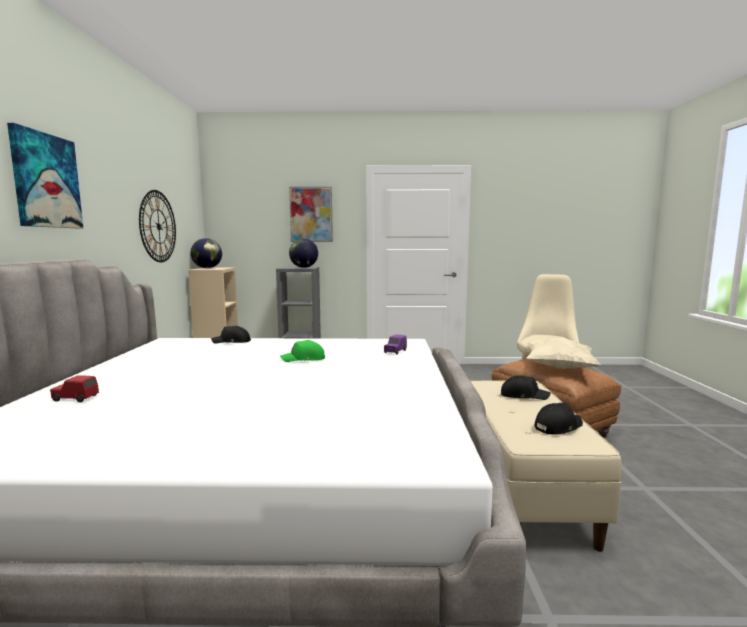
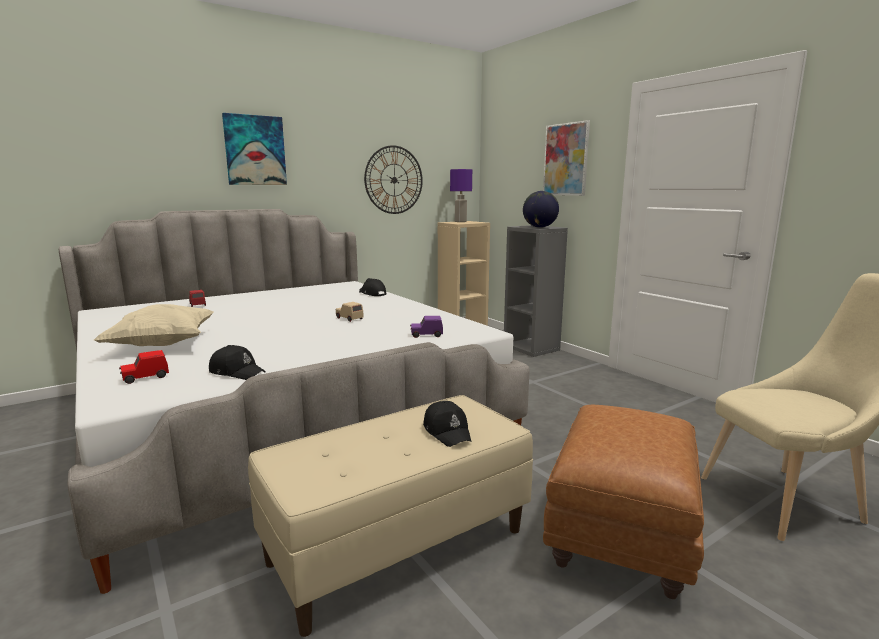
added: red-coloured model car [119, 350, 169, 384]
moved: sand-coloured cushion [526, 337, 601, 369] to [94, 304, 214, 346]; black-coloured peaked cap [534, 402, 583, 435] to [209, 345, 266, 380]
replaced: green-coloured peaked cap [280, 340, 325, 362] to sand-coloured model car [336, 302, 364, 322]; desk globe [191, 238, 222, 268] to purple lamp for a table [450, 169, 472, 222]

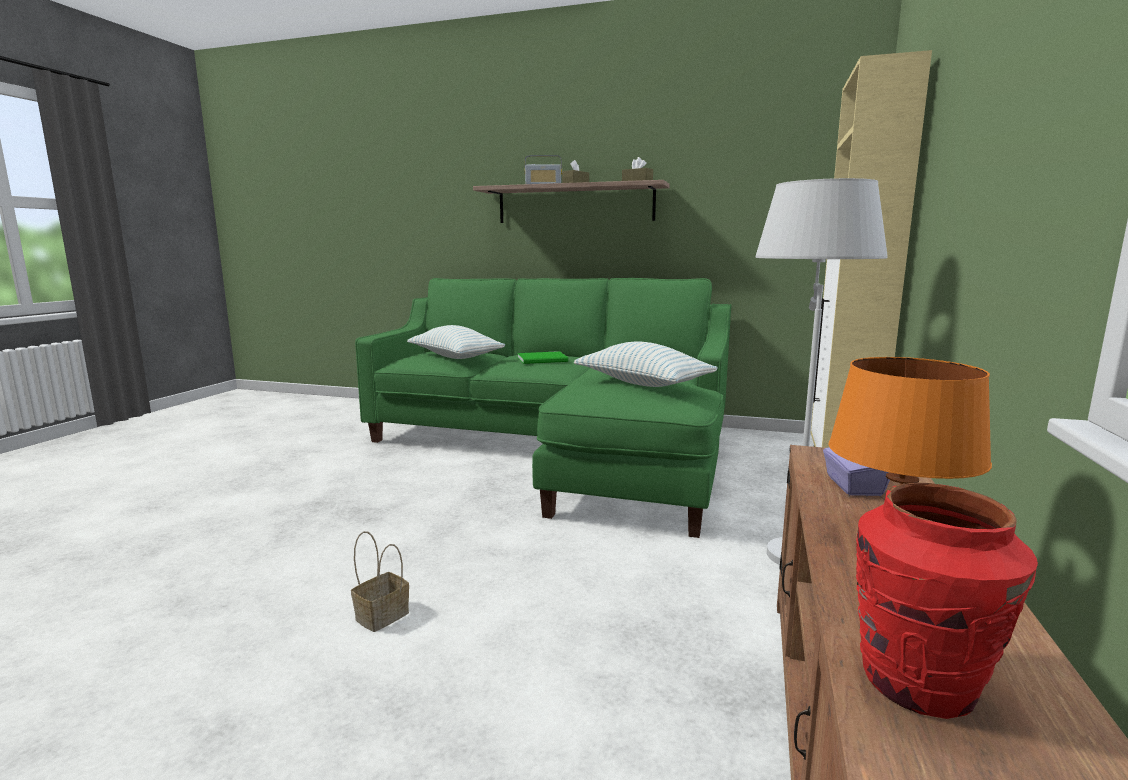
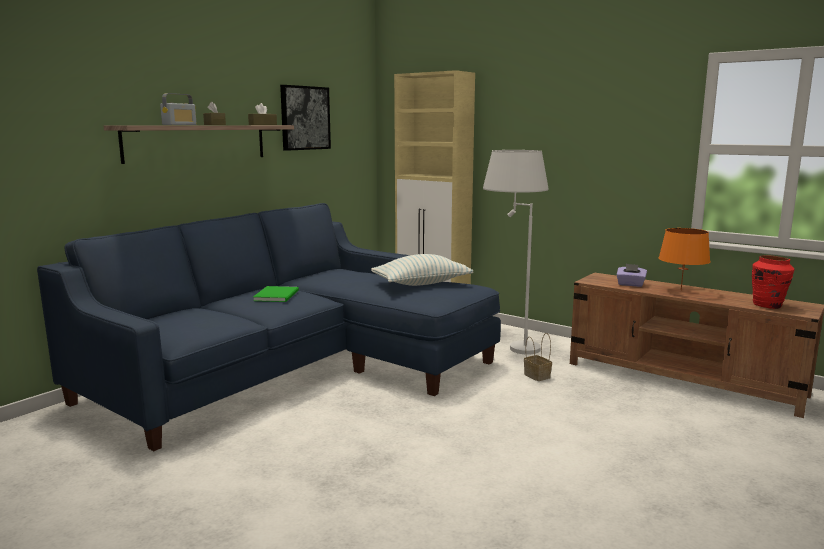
removed: cushion [407, 325, 505, 359]
added: wall art [280, 85, 331, 151]
moved: household basket [351, 531, 409, 632] to [524, 333, 552, 381]
recoloured: green-coloured sofa [355, 278, 732, 538] to blue-coloured sofa [37, 203, 501, 451]

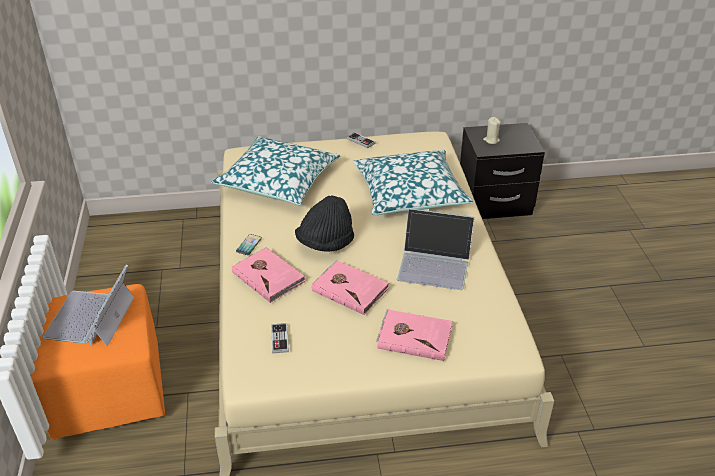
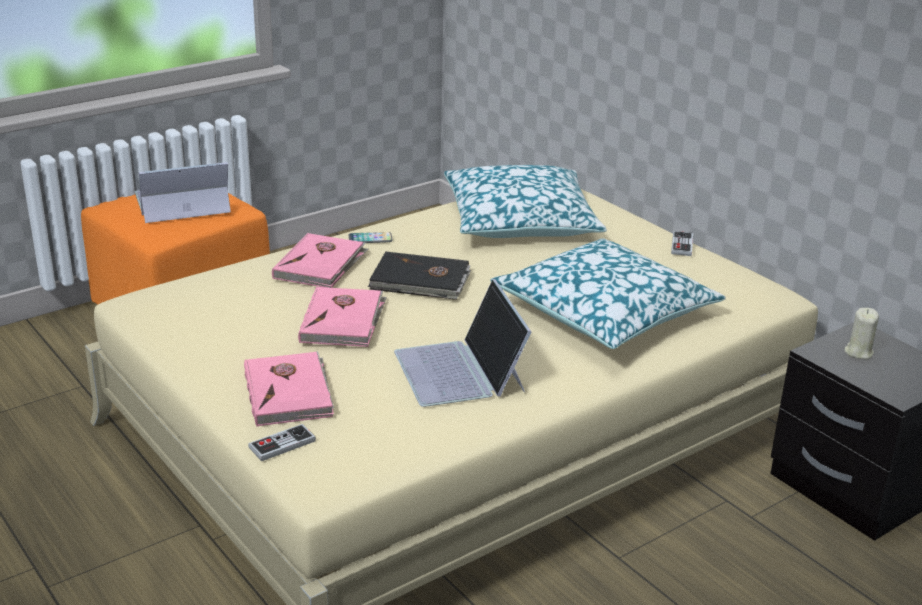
moved: game controller [271, 323, 289, 353] to [248, 424, 316, 461]
replaced: black-coloured wearable hat [295, 195, 354, 252] to black-coloured book [368, 252, 471, 300]

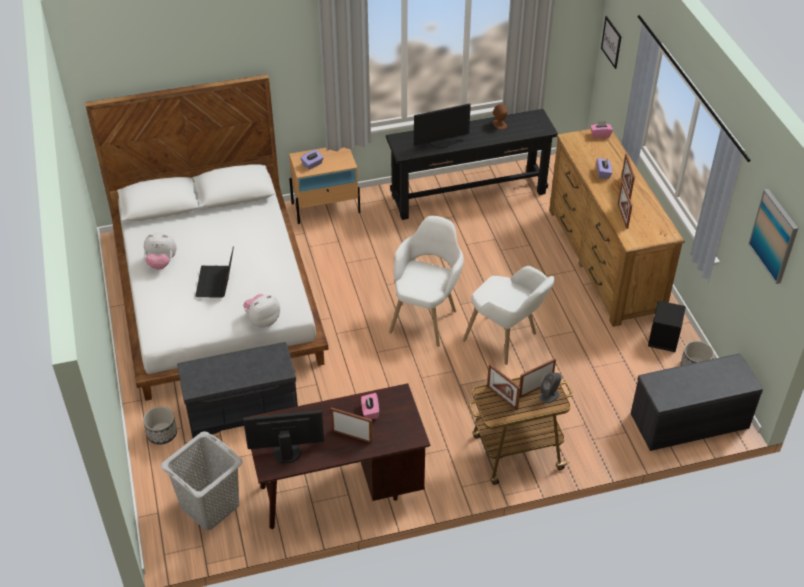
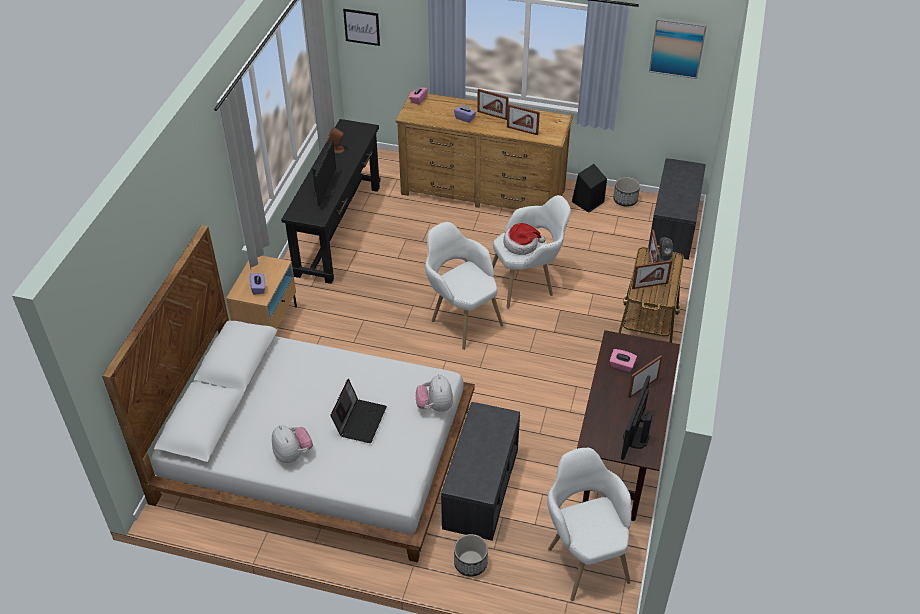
added: wearable hat [503, 223, 546, 255]
replaced: greyish laundry basket [161, 431, 243, 530] to white lounge chair [547, 448, 632, 601]
turned: soft toy [144, 233, 176, 270] = [272, 425, 313, 463] 60 degrees counterclockwise; portable computer [195, 247, 234, 297] = [330, 379, 387, 443] 105 degrees counterclockwise

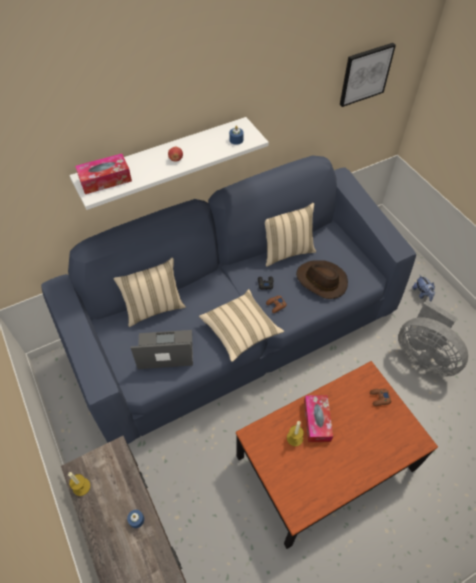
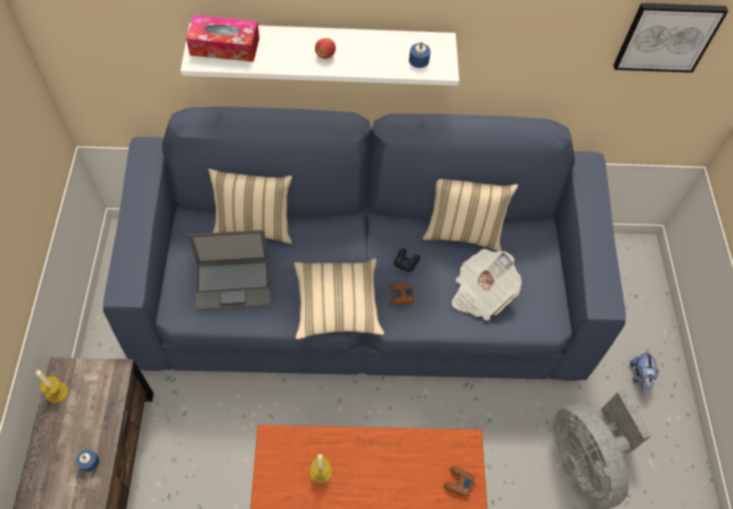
removed: tissue holder [304, 395, 333, 442]
replaced: brownish wearable hat [296, 260, 348, 299] to daily paper [452, 249, 522, 321]
turned: portable computer [130, 330, 193, 369] = [188, 230, 270, 311] 150 degrees clockwise

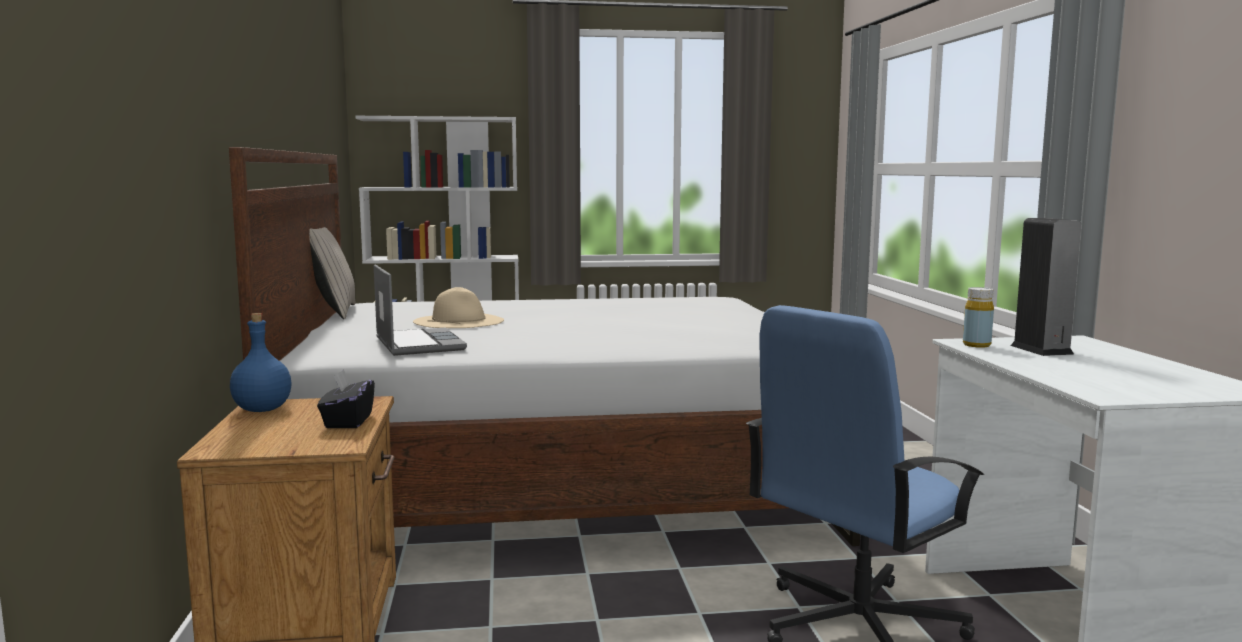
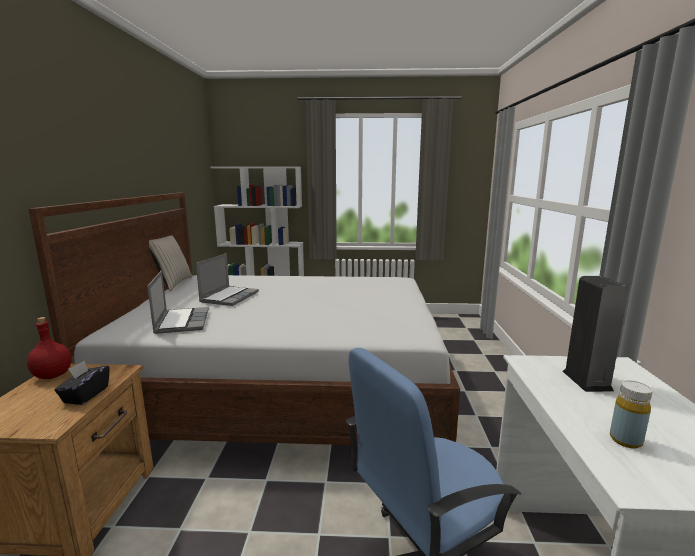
moved: yellow-coloured beverage bottle [963, 287, 994, 348] to [610, 380, 653, 449]
replaced: sand-coloured wearable hat [413, 287, 504, 328] to portable computer [196, 253, 259, 306]
recoloured: blue-coloured beverage bottle [230, 313, 291, 412] to red-coloured beverage bottle [27, 317, 72, 379]

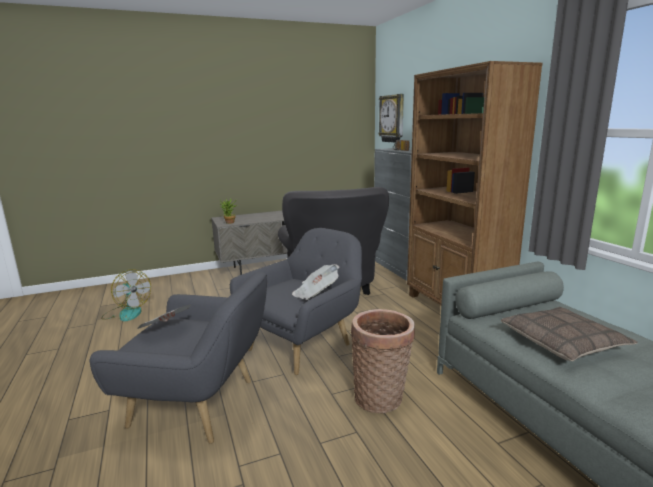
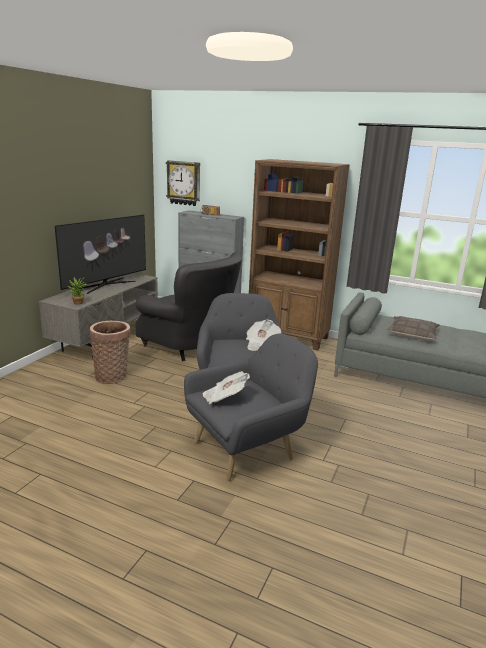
removed: fan [101, 269, 151, 321]
added: TV set [55, 215, 146, 294]
moved: household basket [351, 309, 415, 413] to [89, 321, 131, 384]

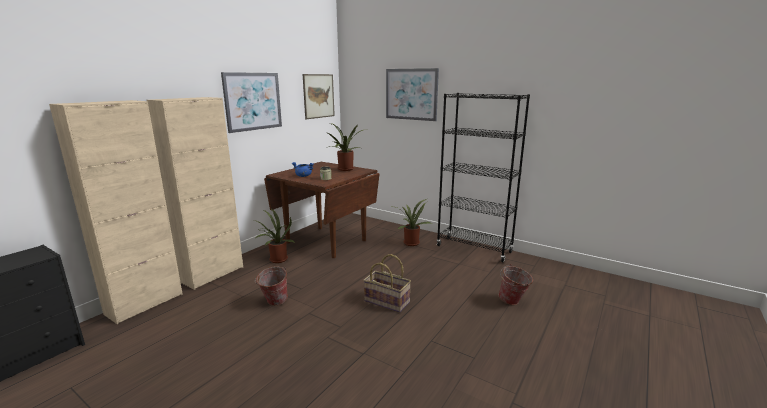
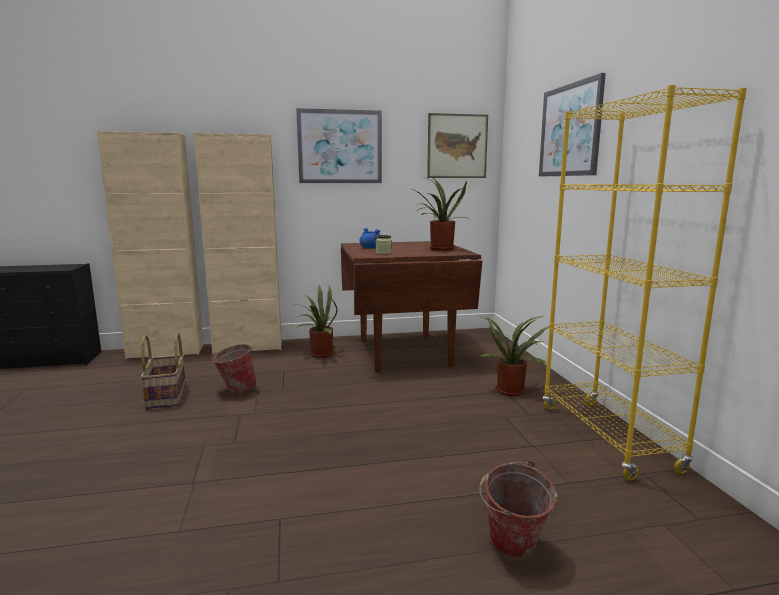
moved: household basket [363, 254, 411, 313] to [140, 333, 186, 409]
recoloured: black-coloured bookshelf [437, 93, 530, 262] to yellow-coloured bookshelf [543, 85, 747, 481]

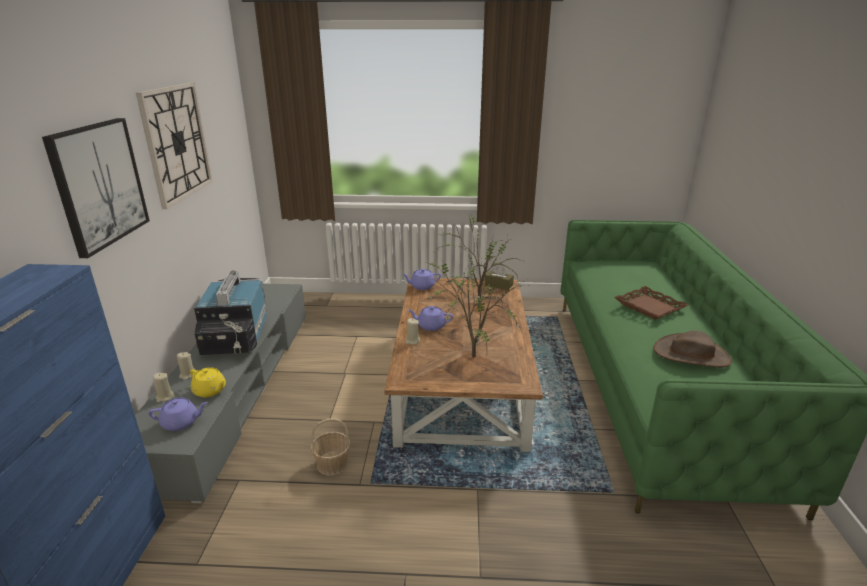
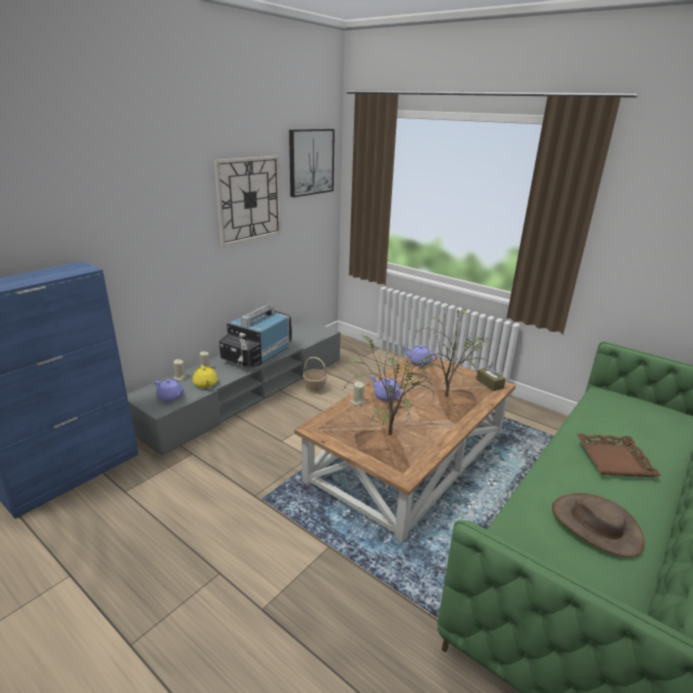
moved: wall art [42, 118, 150, 258] to [289, 129, 335, 197]; household basket [311, 418, 351, 476] to [303, 357, 327, 394]

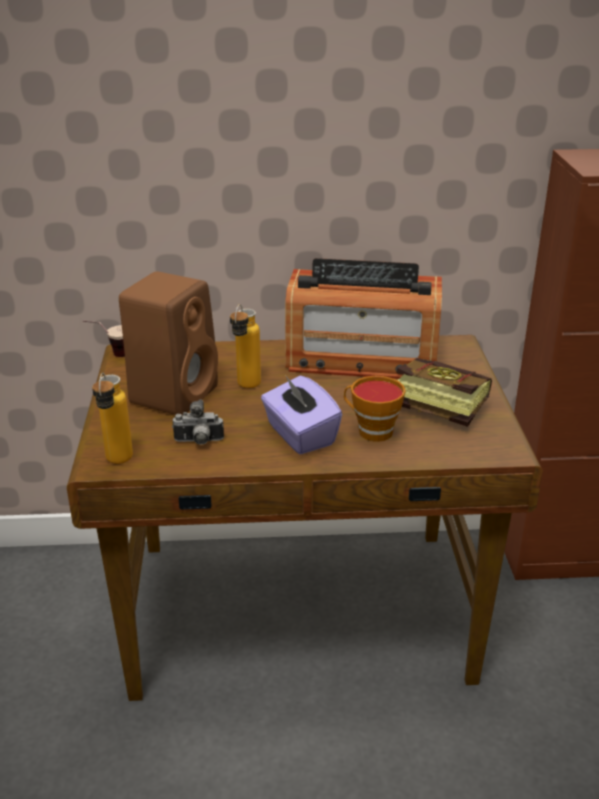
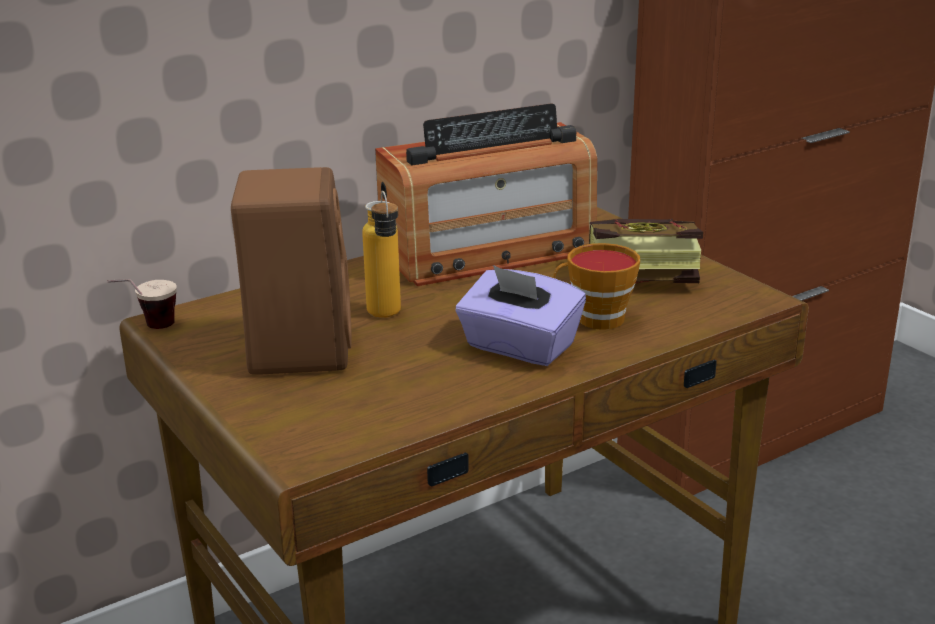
removed: beverage bottle [92, 373, 133, 464]; photo camera [172, 400, 224, 445]

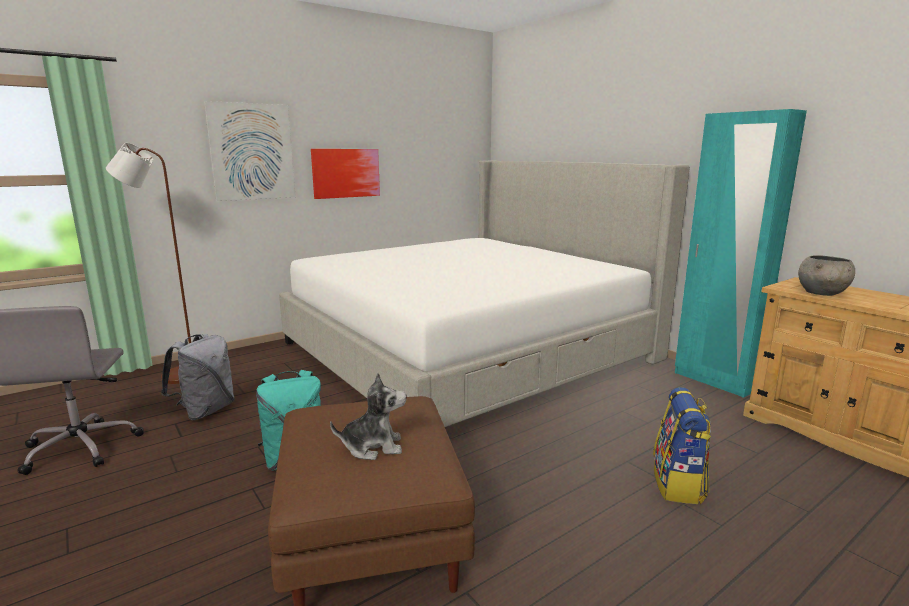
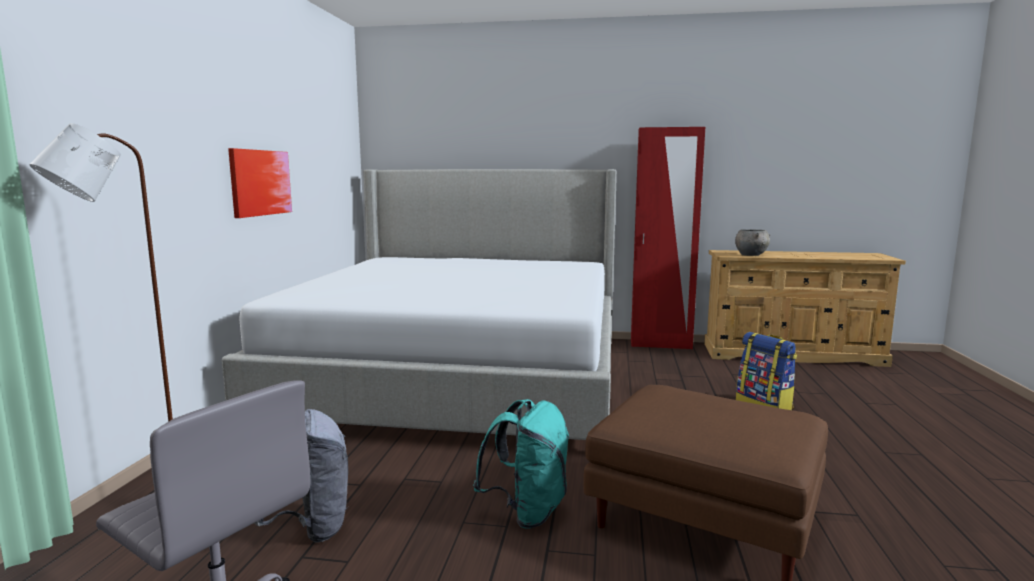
removed: wall art [204, 101, 296, 201]; soft toy [330, 373, 407, 460]
recoloured: turquoise armoire [675, 109, 807, 398] to red-coloured armoire [631, 127, 705, 349]

